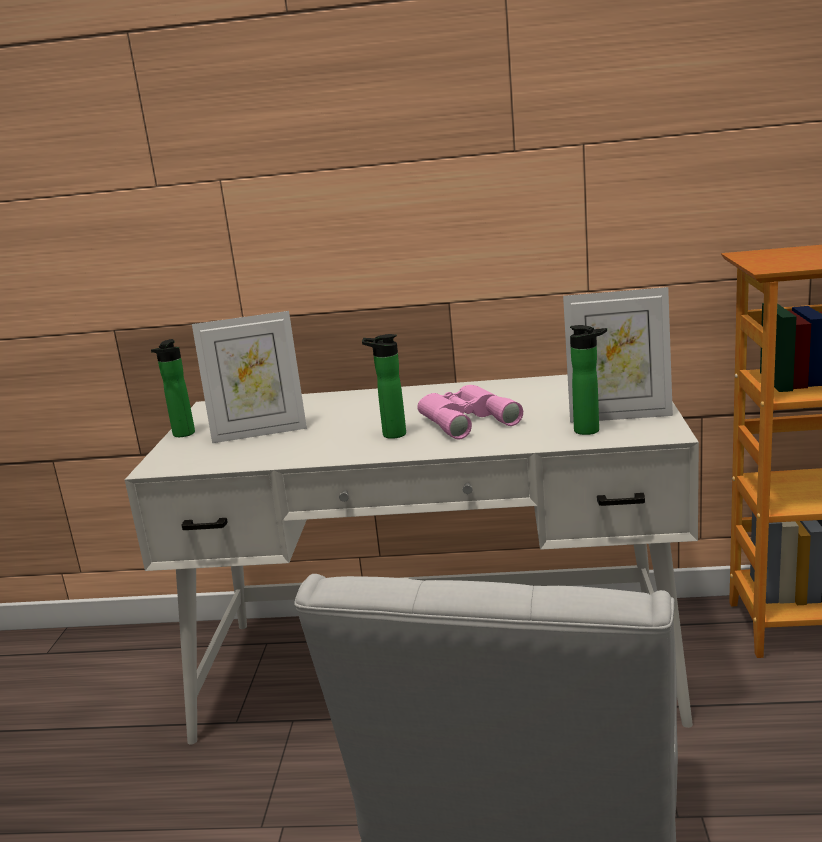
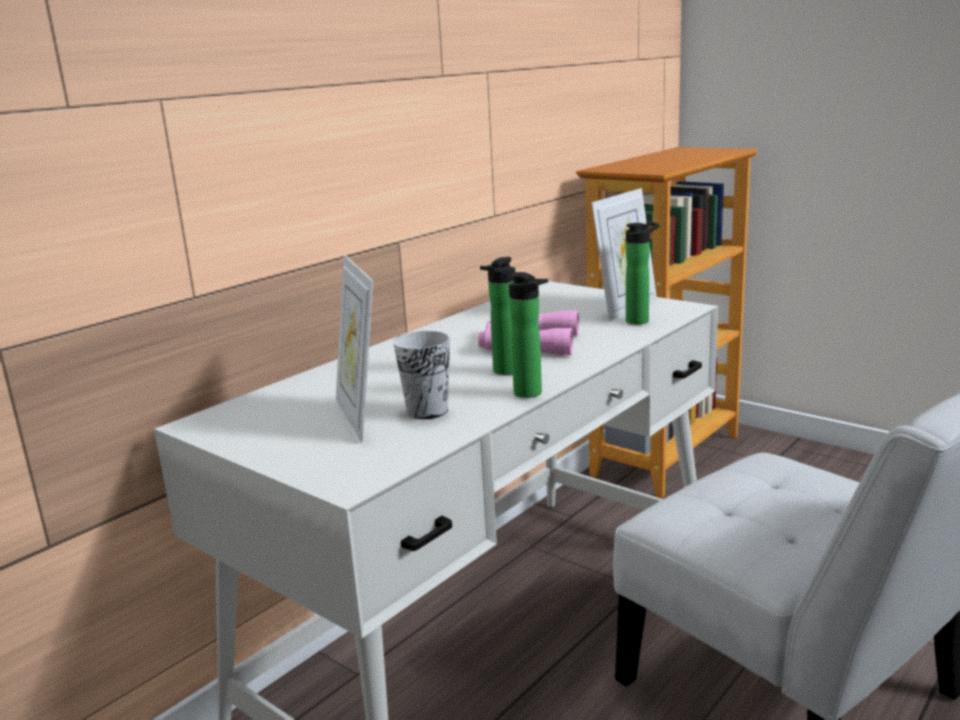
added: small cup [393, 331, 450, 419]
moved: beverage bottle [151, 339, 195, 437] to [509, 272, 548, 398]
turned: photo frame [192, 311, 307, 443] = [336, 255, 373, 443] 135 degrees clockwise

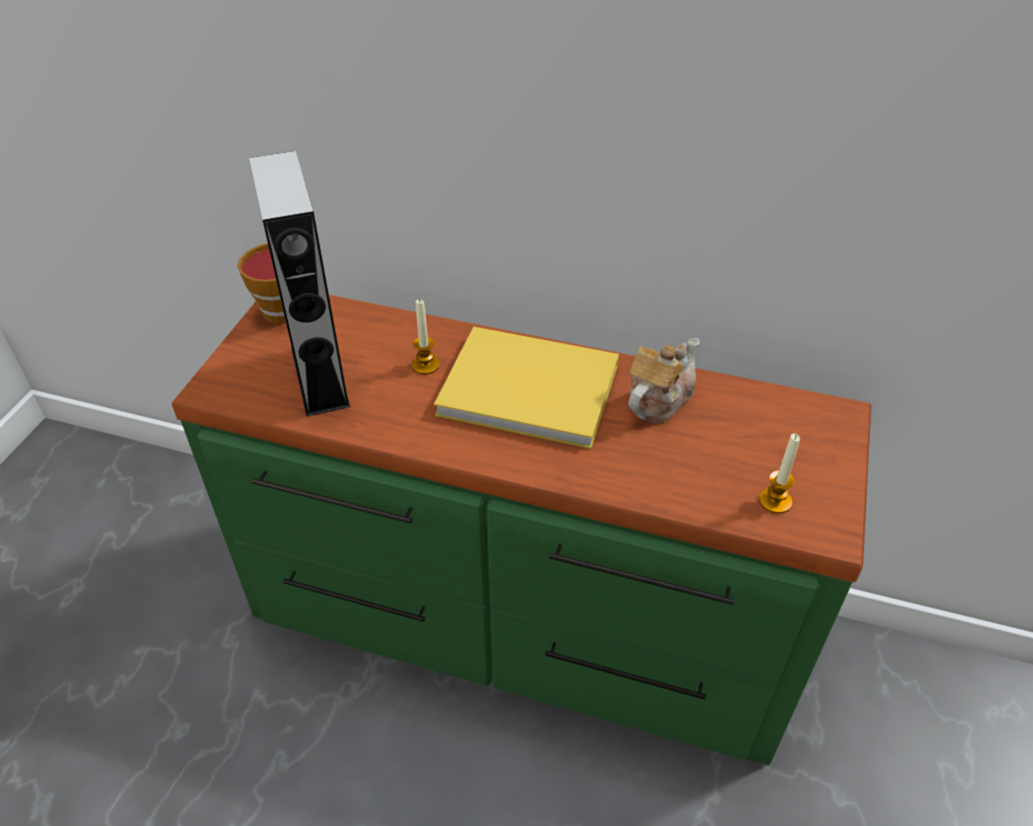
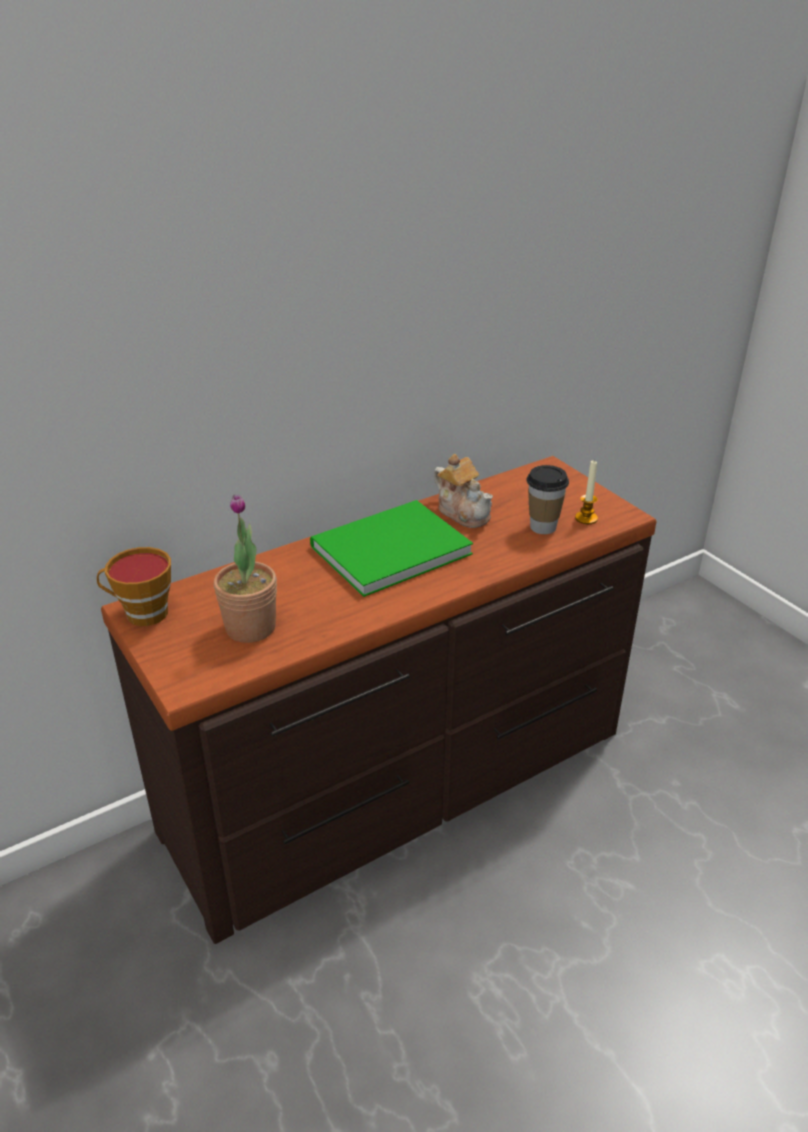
removed: wax light [411, 299, 440, 374]
added: small cup [527, 465, 569, 534]
replaced: greyish speaker [249, 151, 350, 417] to potted plant [214, 494, 277, 643]
recoloured: green-coloured drawer chest [172, 295, 871, 765] to brownish drawer chest [101, 456, 656, 944]; yellow-coloured book [434, 326, 619, 449] to green-coloured book [310, 500, 473, 597]
turned: pot for tea [628, 338, 700, 424] = [434, 454, 493, 528] 150 degrees clockwise

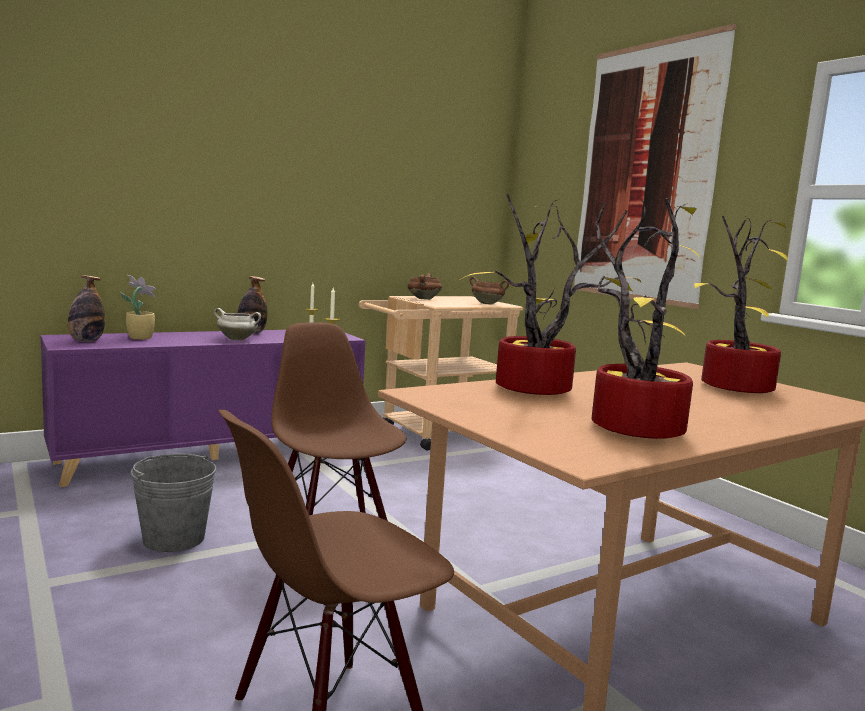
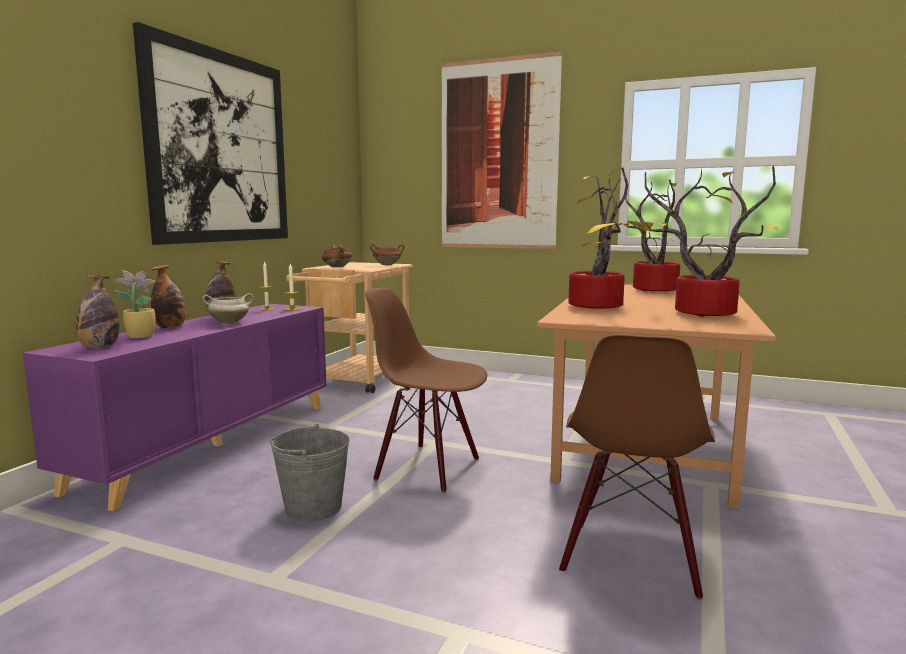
added: wall art [133, 22, 288, 245]; beverage bottle [151, 265, 186, 328]

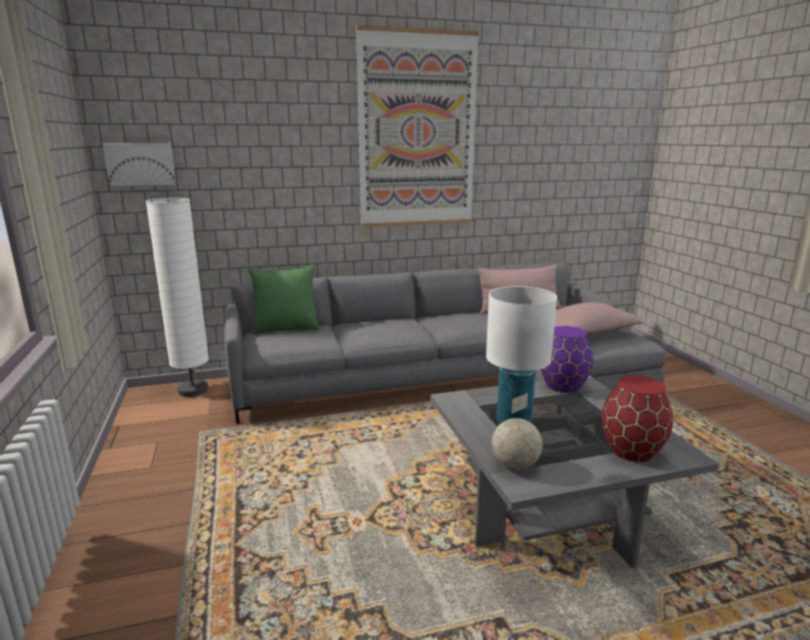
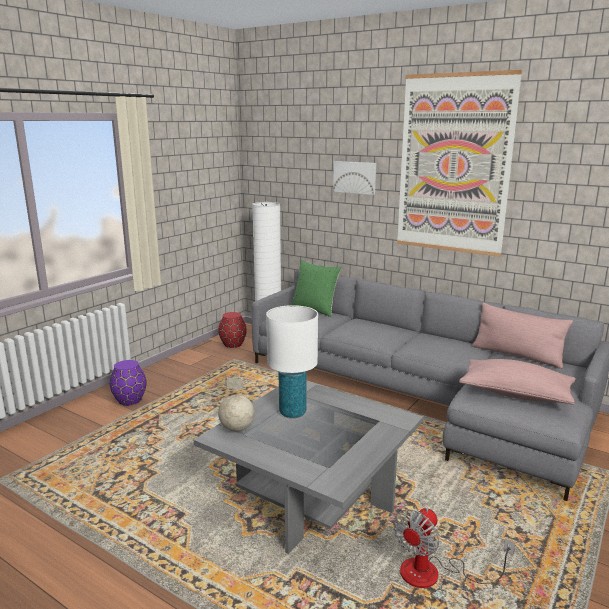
added: fan [393, 508, 515, 588]
moved: purple decorative vase [541, 326, 593, 393] to [110, 360, 146, 406]; red-coloured decorative vase [602, 375, 673, 462] to [218, 312, 247, 348]; wall art [102, 143, 176, 186] to [333, 161, 376, 195]

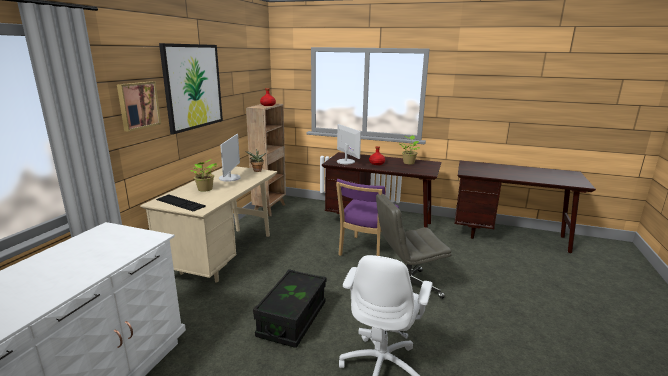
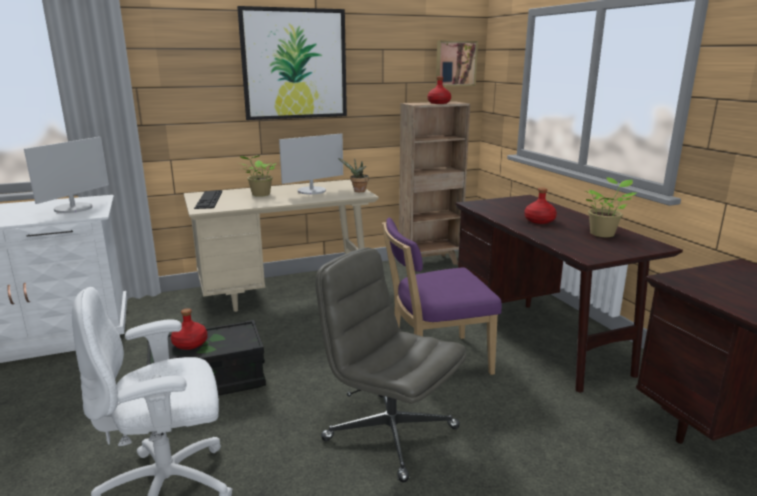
added: red-coloured beverage bottle [171, 308, 208, 350]
moved: computer display [337, 124, 361, 164] to [24, 137, 109, 213]; wall art [117, 81, 161, 132] to [436, 41, 478, 87]

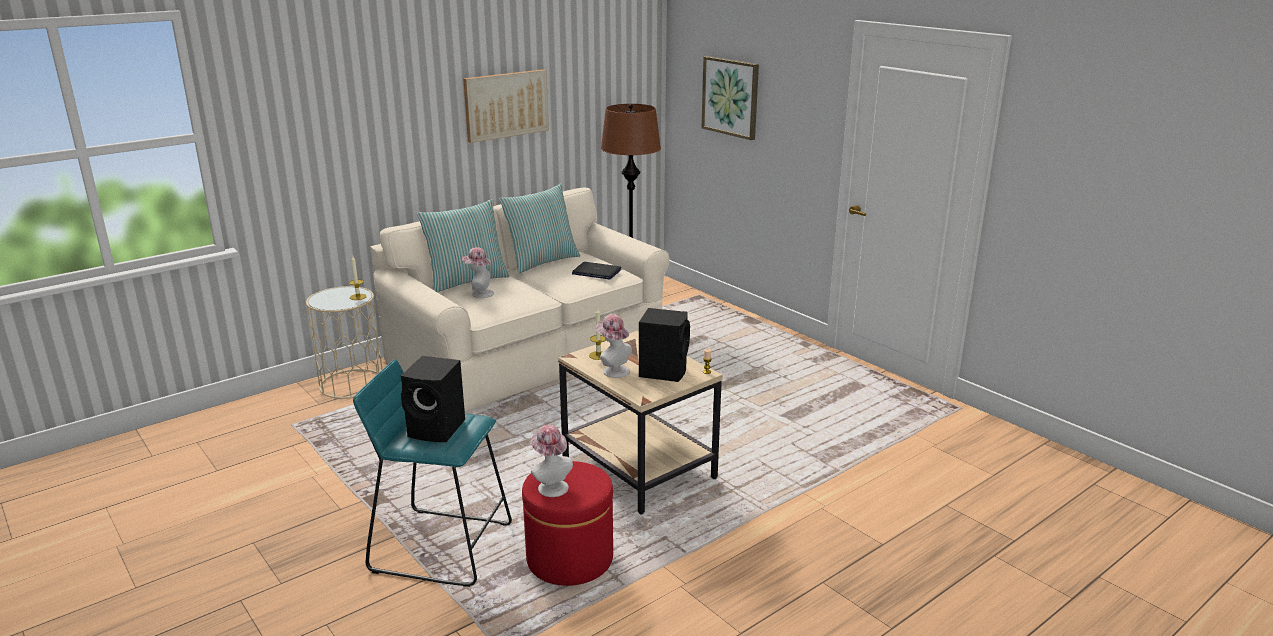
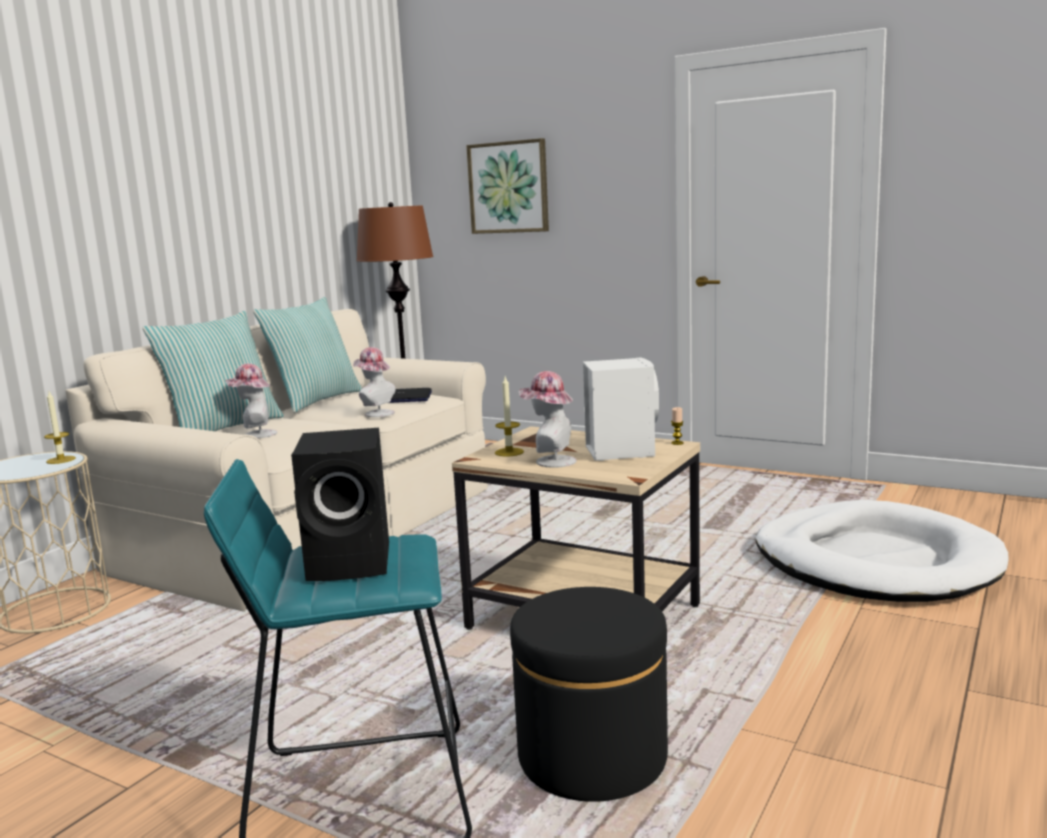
removed: wall art [463, 69, 549, 143]
added: white dog cushion [756, 500, 1008, 602]
moved: wearable hat [530, 425, 573, 497] to [353, 347, 396, 417]
recoloured: red-coloured footrest [522, 461, 613, 586] to black-coloured footrest [510, 587, 668, 802]; black-coloured speaker [639, 308, 690, 382] to white speaker [583, 357, 659, 461]

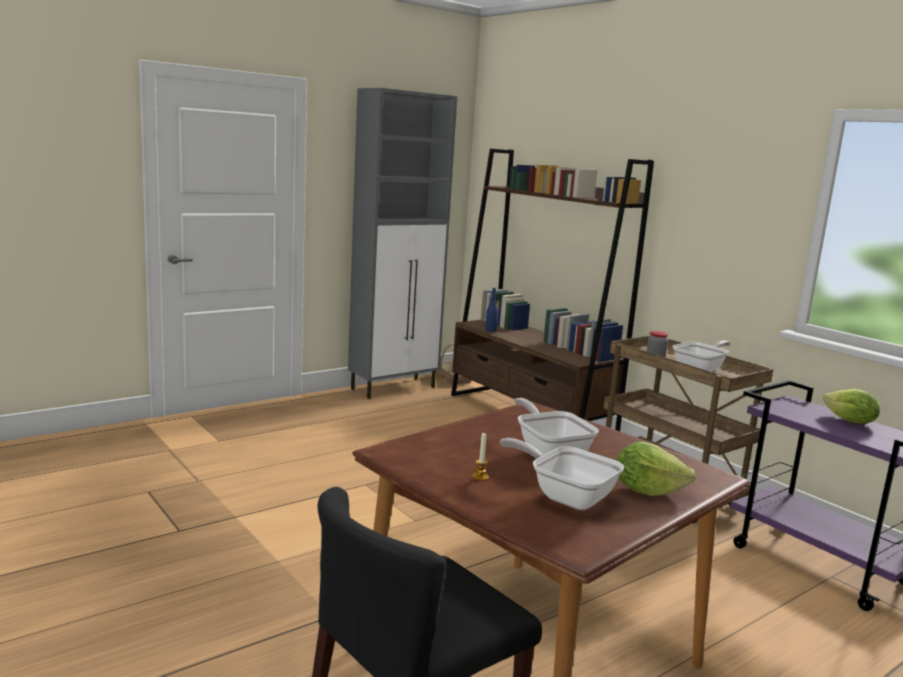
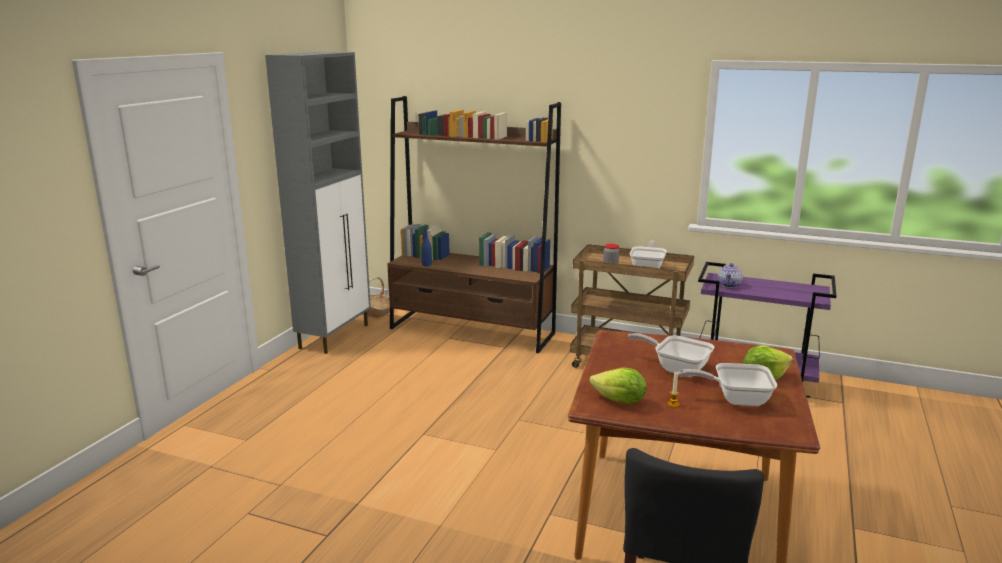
added: pot for tea [718, 263, 743, 288]
moved: lettuce head [823, 389, 880, 424] to [589, 368, 647, 404]

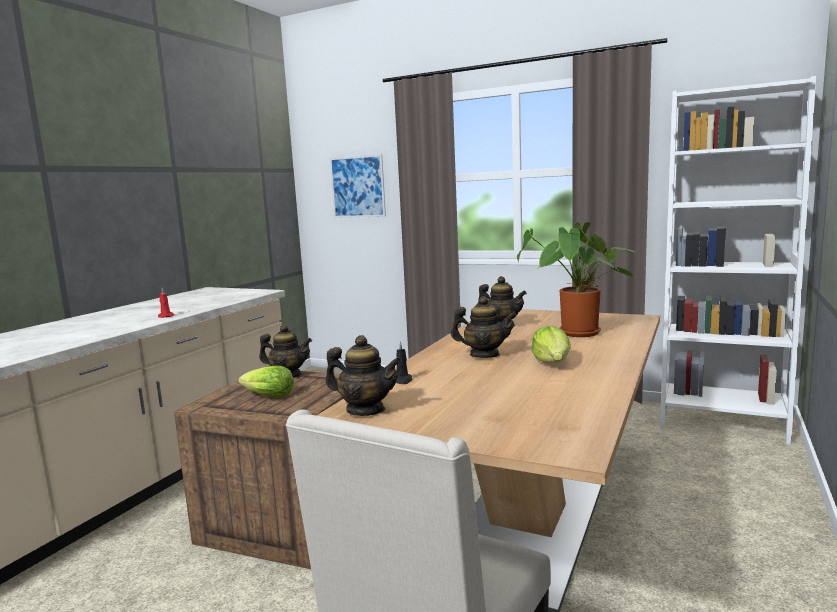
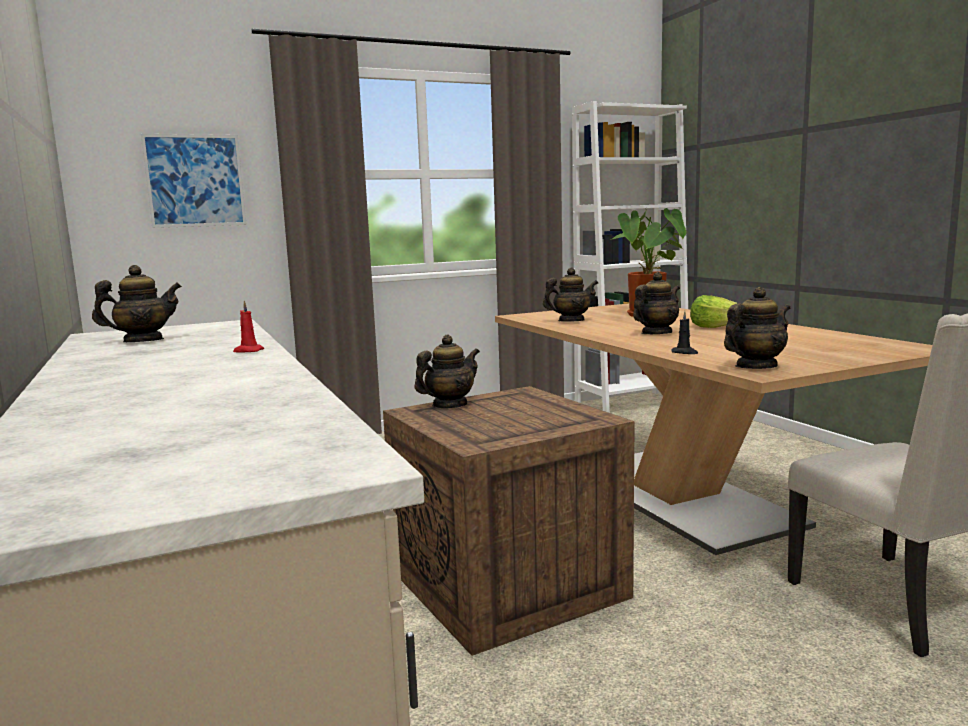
removed: lettuce head [238, 366, 294, 398]
added: pot for tea [92, 265, 182, 342]

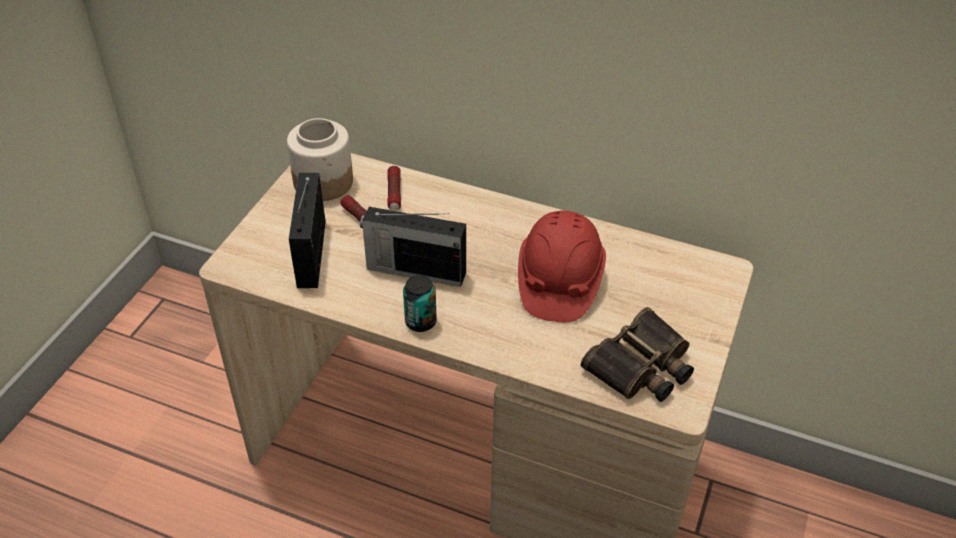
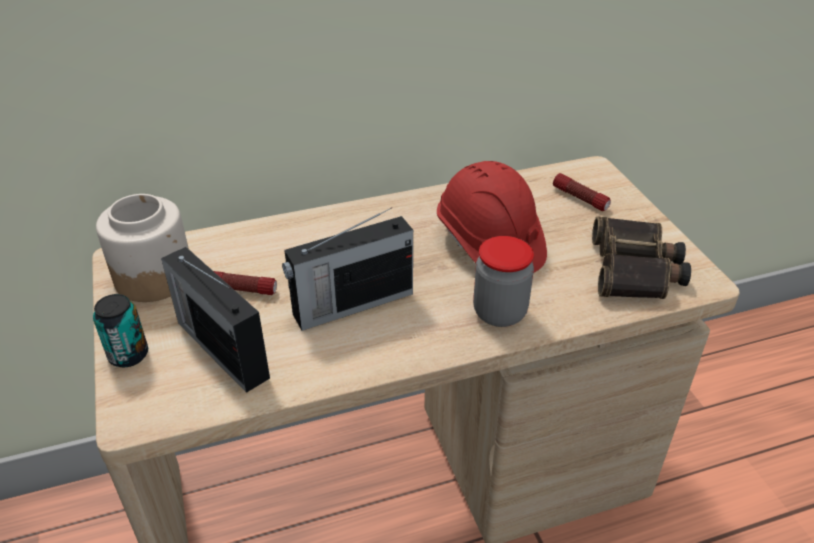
added: storage jar [473, 236, 534, 327]
moved: can [403, 275, 437, 332] to [93, 294, 148, 368]; torch [388, 166, 401, 210] to [553, 173, 611, 211]

